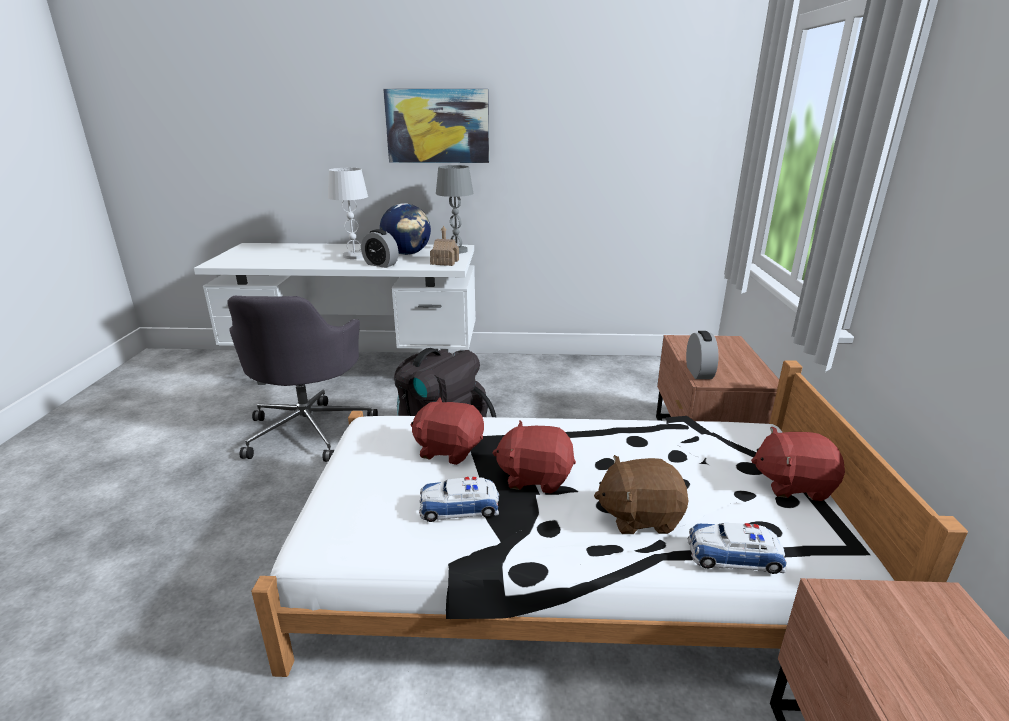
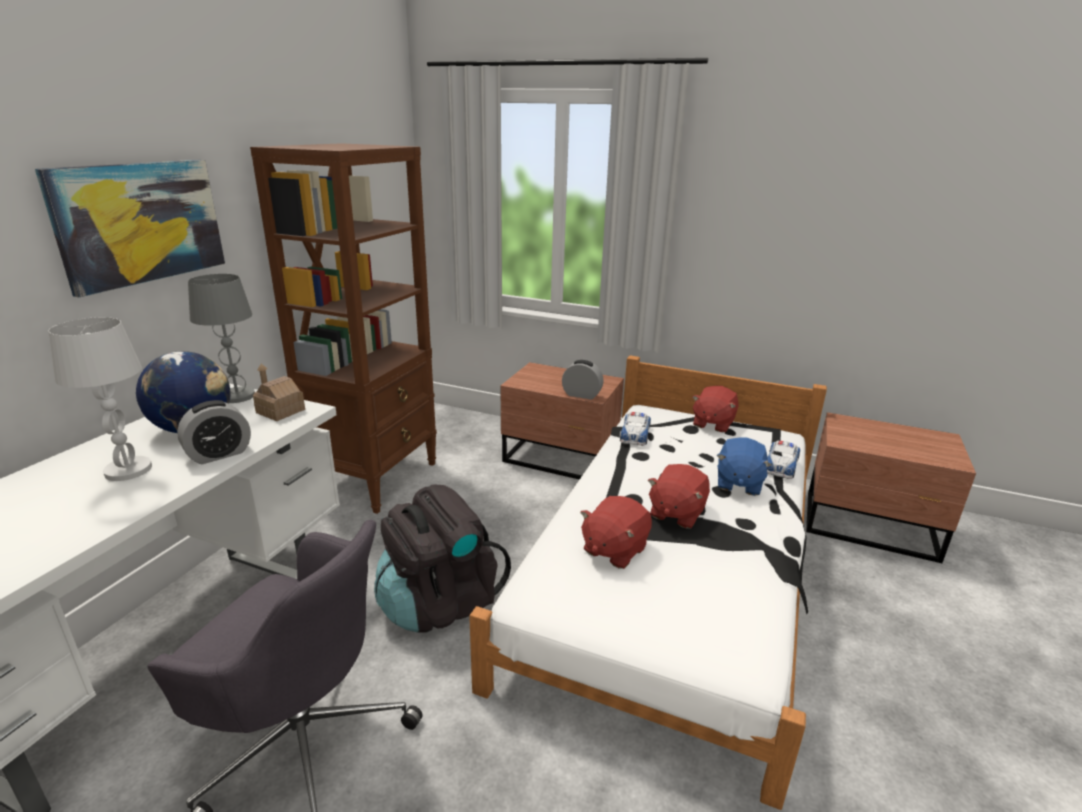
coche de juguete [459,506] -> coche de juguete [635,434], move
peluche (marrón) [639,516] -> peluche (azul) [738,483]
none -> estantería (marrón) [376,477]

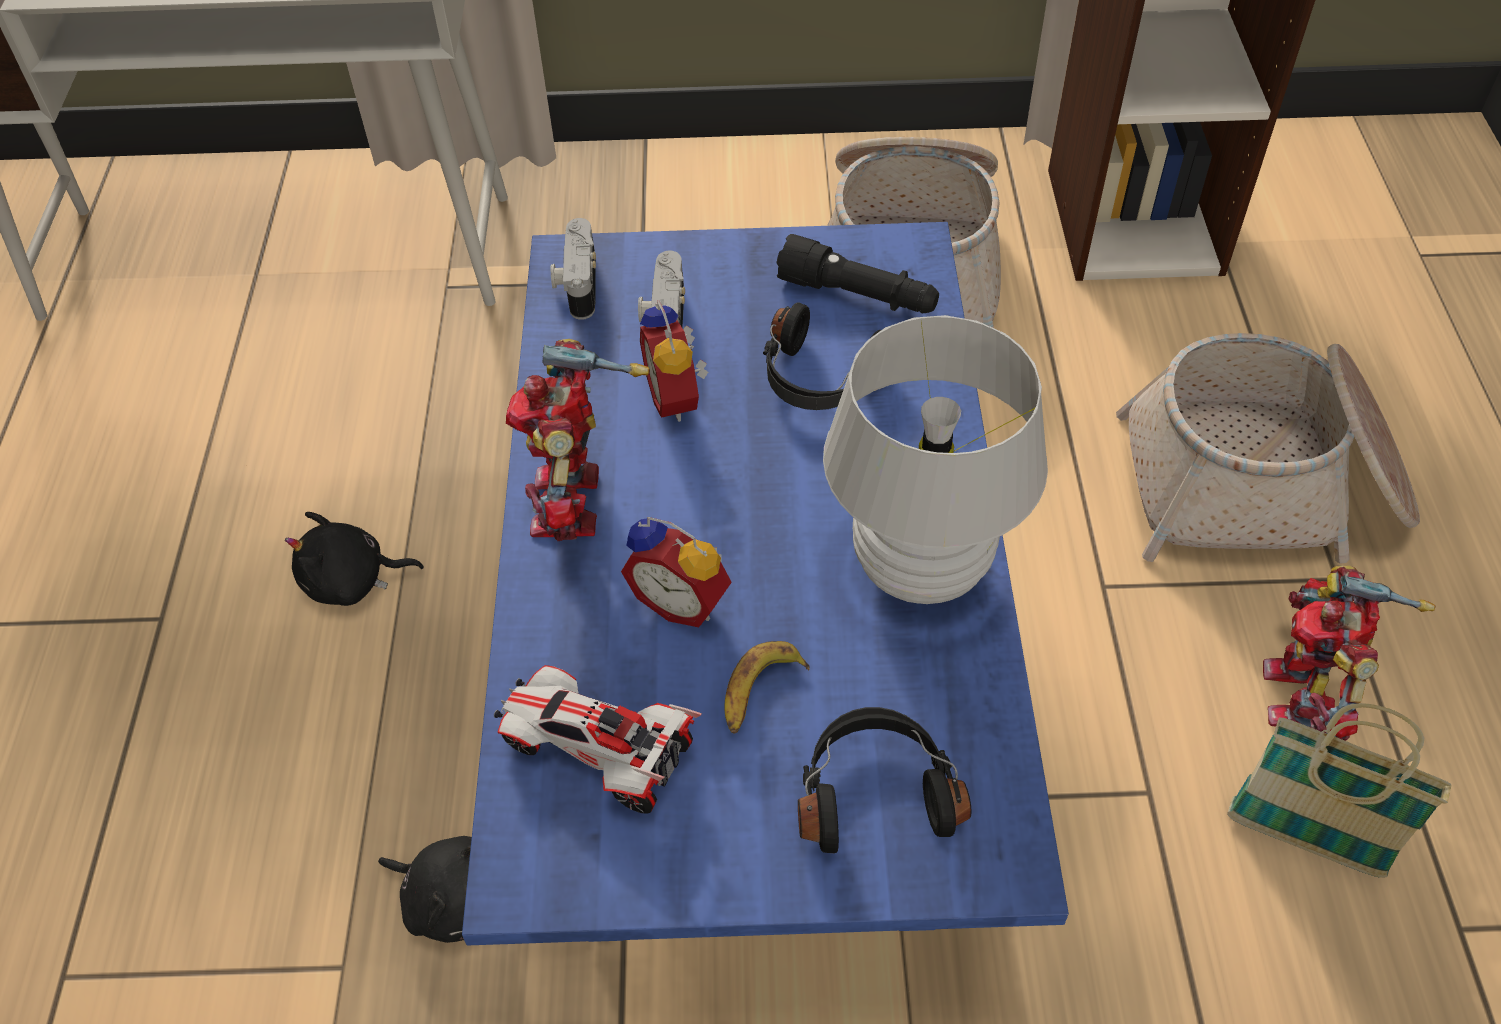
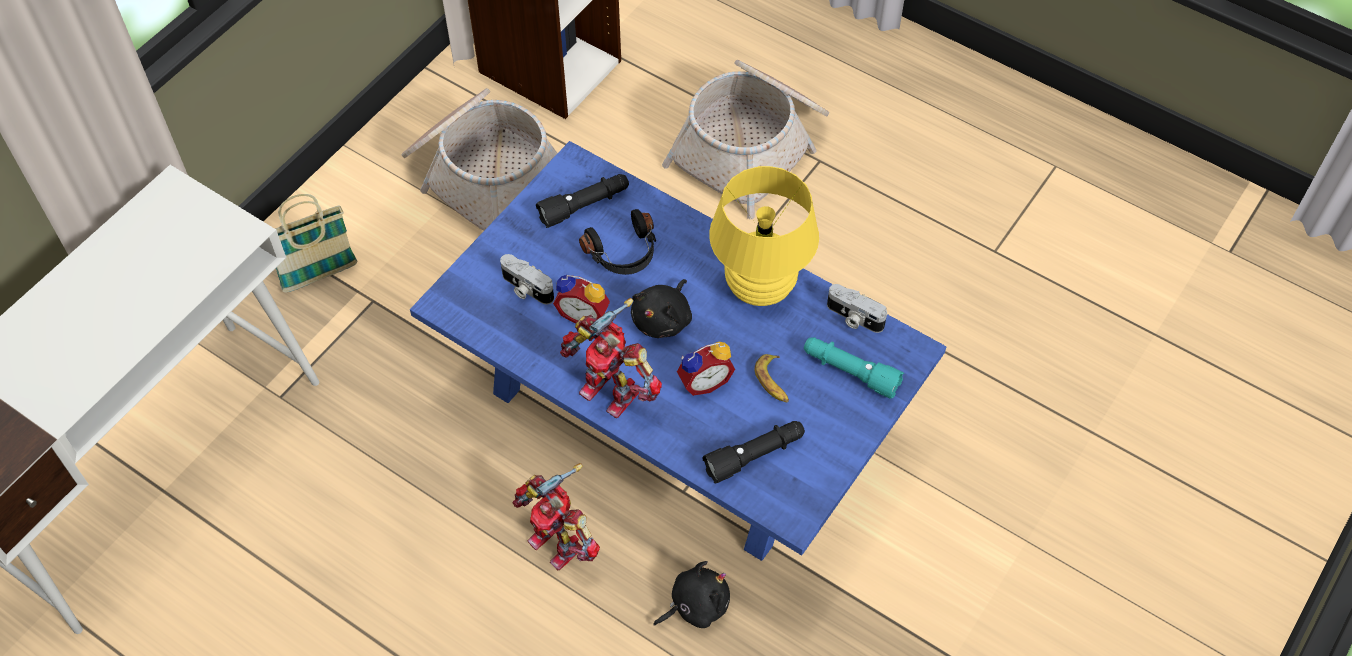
peluche (negro) [352,581] -> peluche (negro) [663,319], move
coche de juguete [598,751] -> linterna (negro) [755,455]
cámara [577,284] -> cámara [853,318], move
auriculares (negro) [875,791] -> linterna (turquesa) [850,372]
lámpara de mesa (blanco) [920,568] -> lámpara de mesa (amarillo) [759,287]
cesta [1305,841] -> cesta [320,276], move
robot de juguete [1302,696] -> robot de juguete [558,542], move

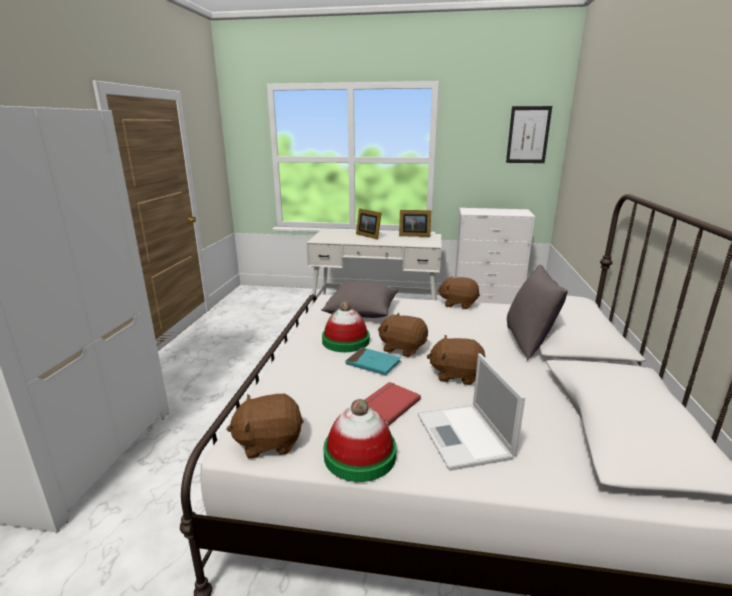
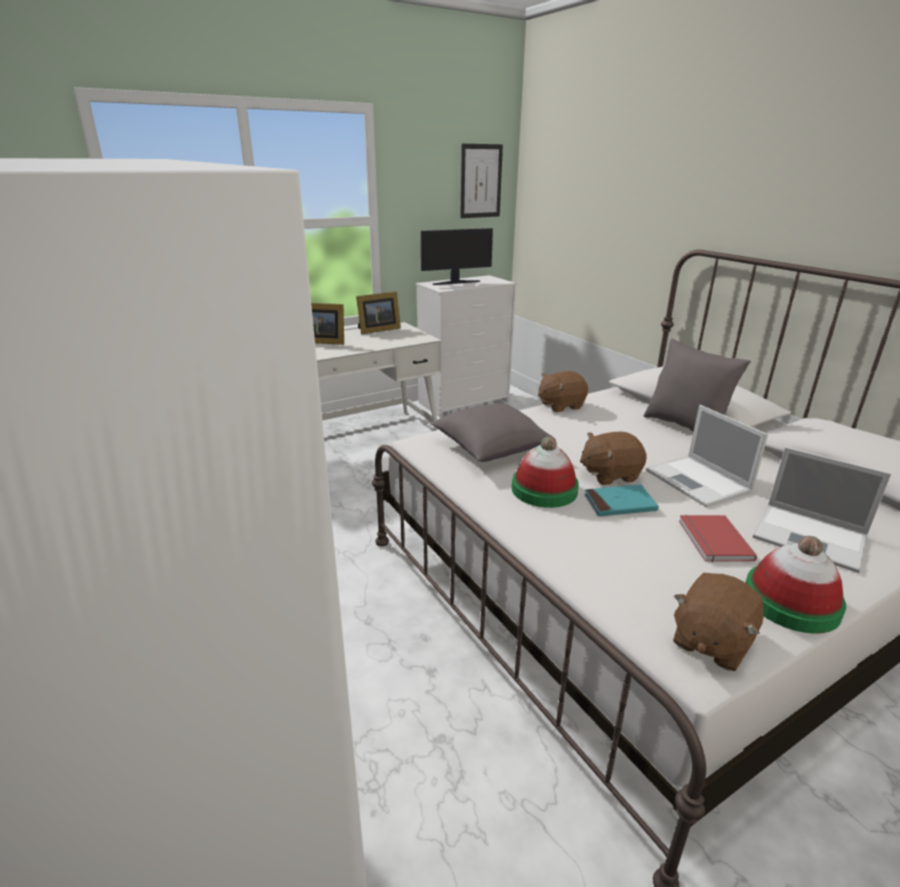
peluche (marrón) [456,374] -> portátil [699,482]
none -> monitor [455,282]

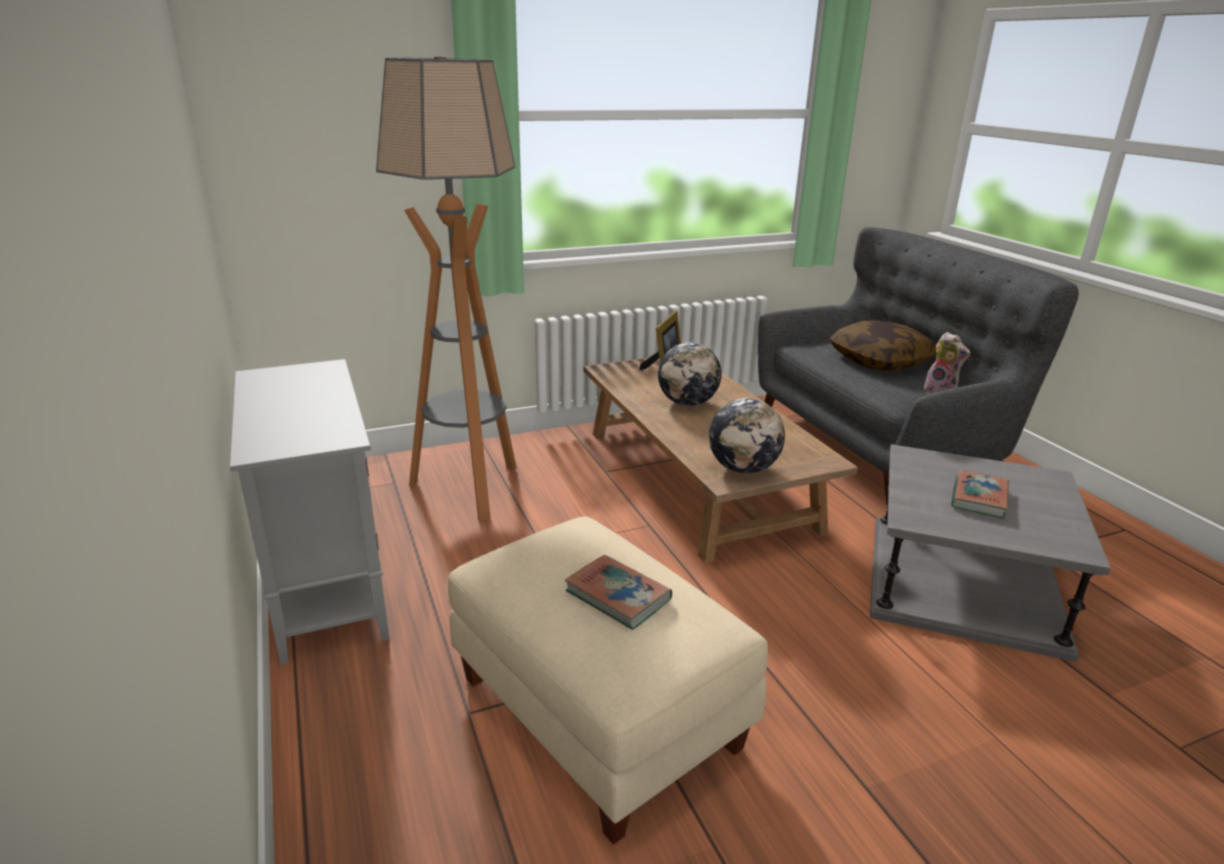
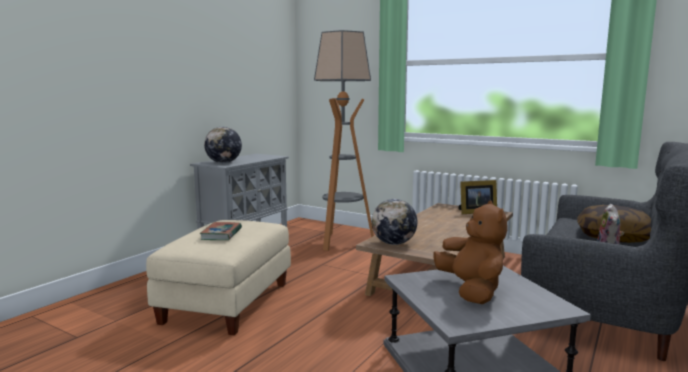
globo terráqueo [687,403] -> globo terráqueo [224,163], move
libro [978,498] -> peluche (marrón) [471,290]

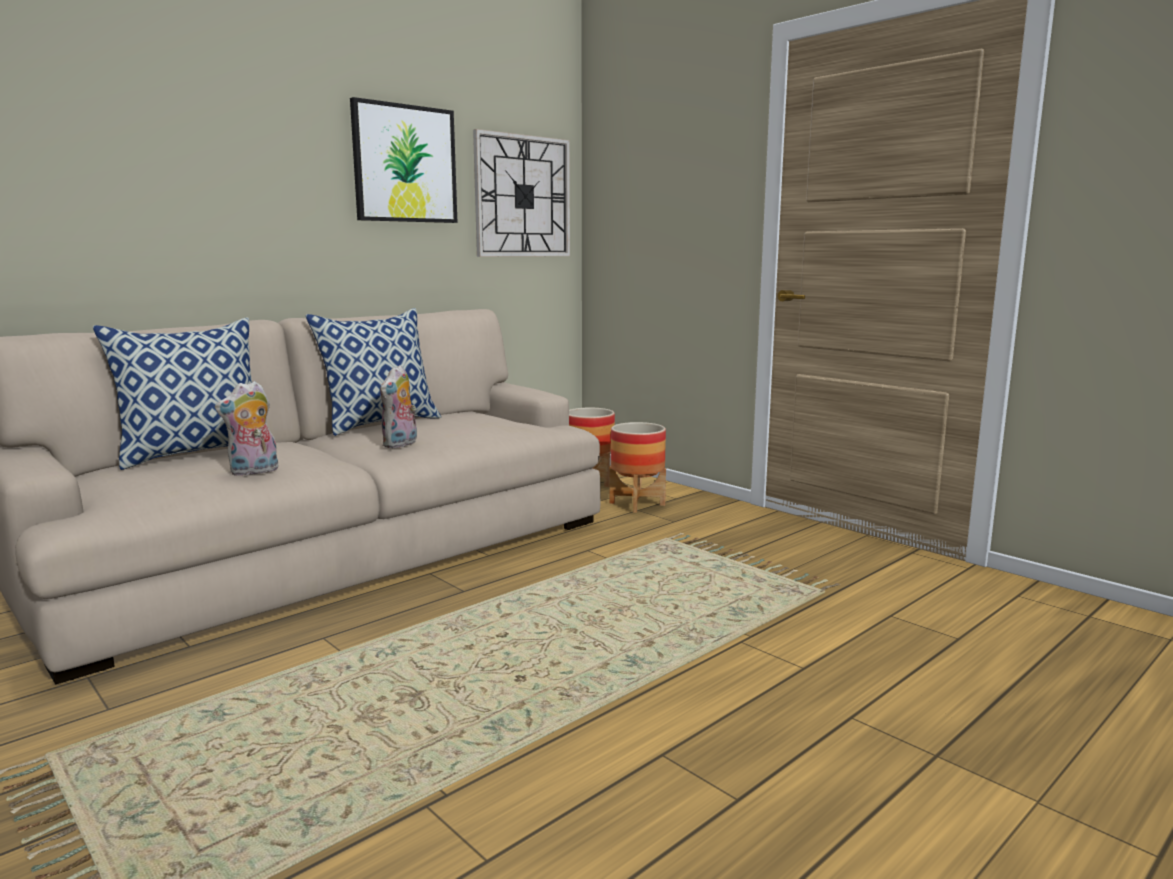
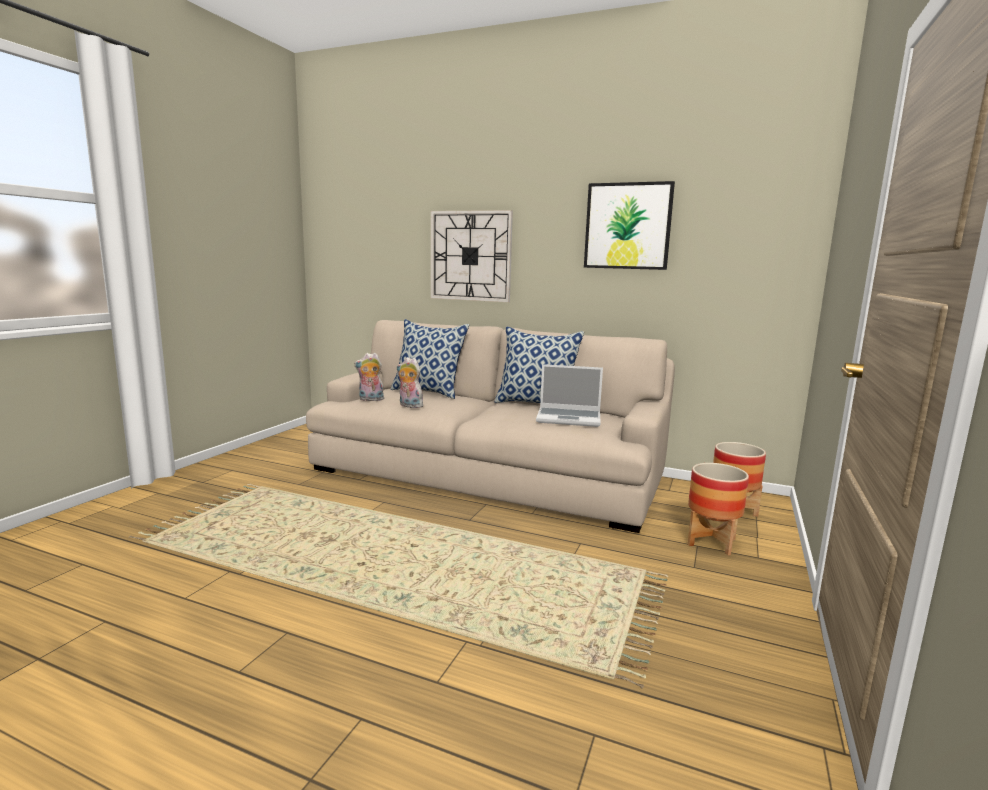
peluche [401,444] -> peluche [370,400], move
reloj de pared [522,196] -> reloj de pared [470,256], move
none -> portátil [569,418]

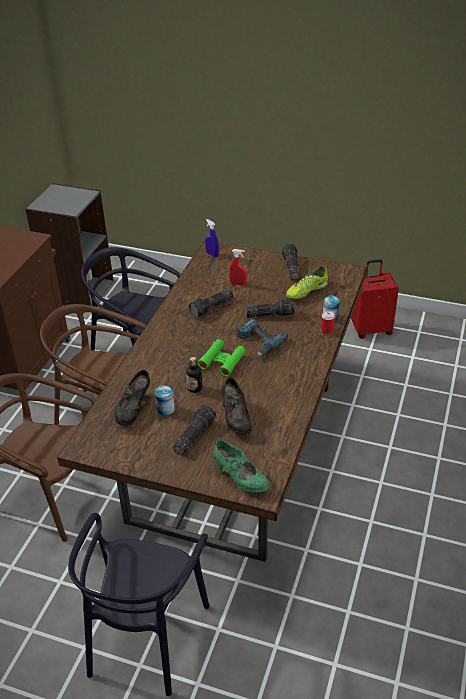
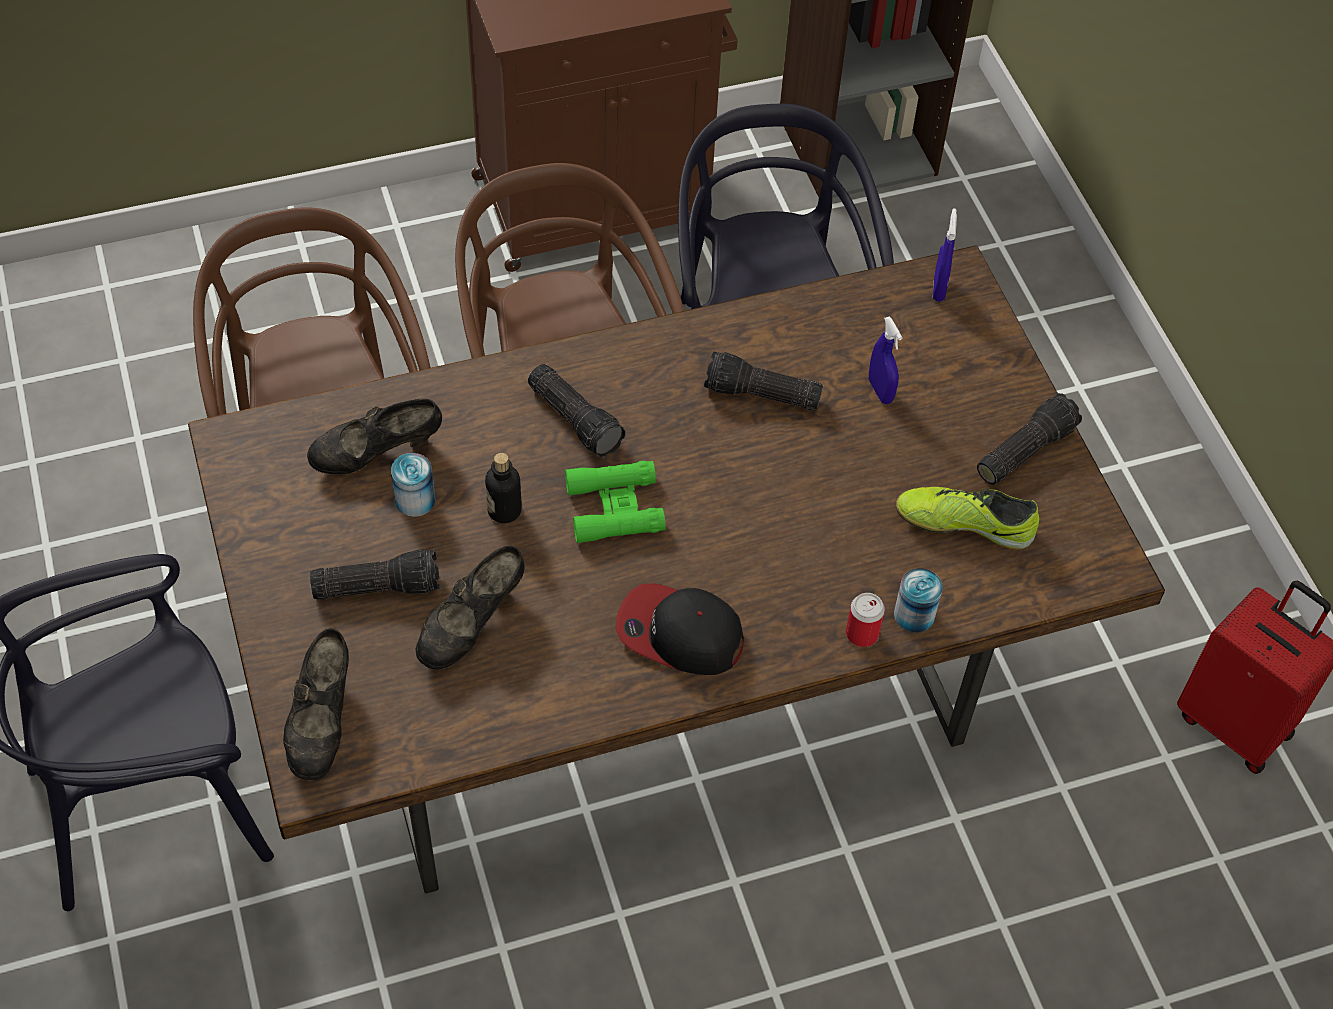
zapato (verde) [240,479] -> zapato (negro) [322,723]
pulverizador (rojo) [238,284] -> pulverizador (azul) [880,391]
taladro [258,342] -> none
linterna [270,314] -> linterna [577,419], move
none -> gorra [679,633]

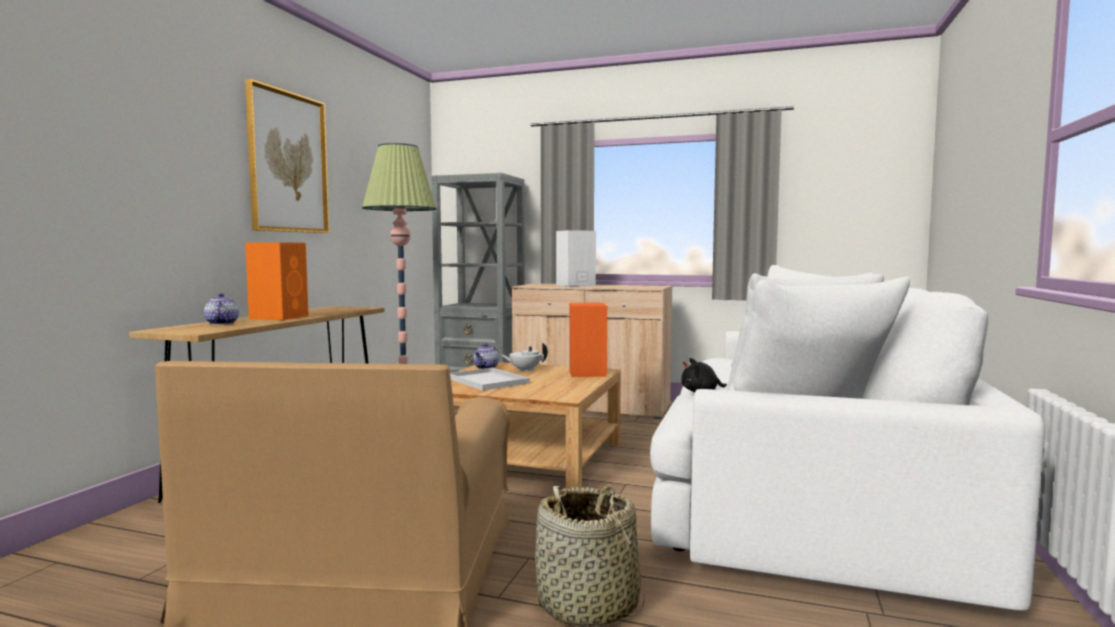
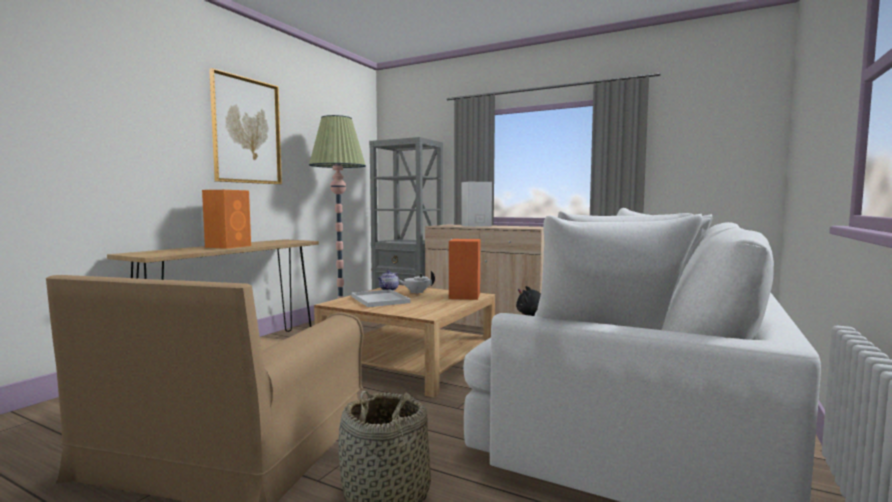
tetera [221,323] -> none

